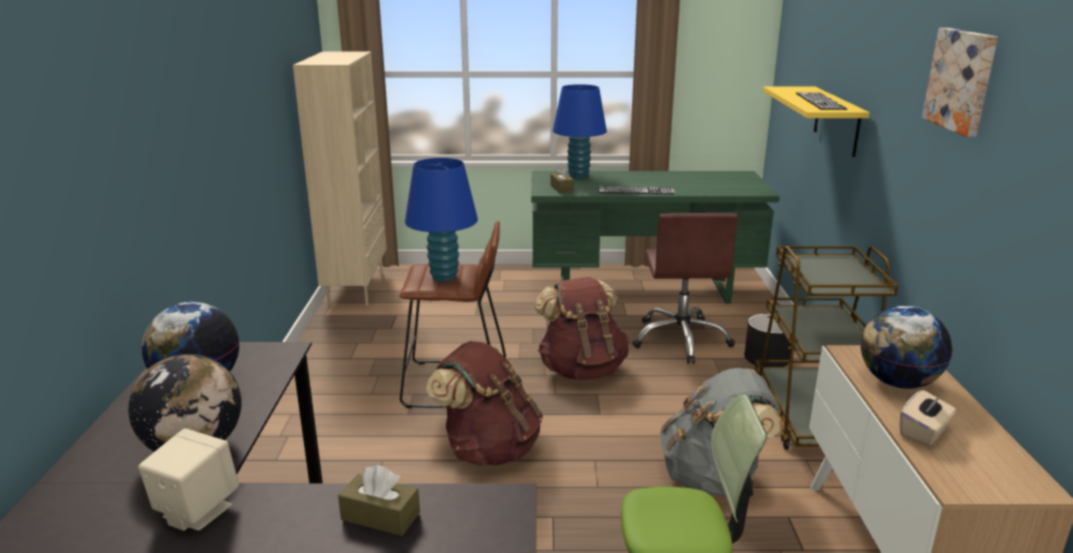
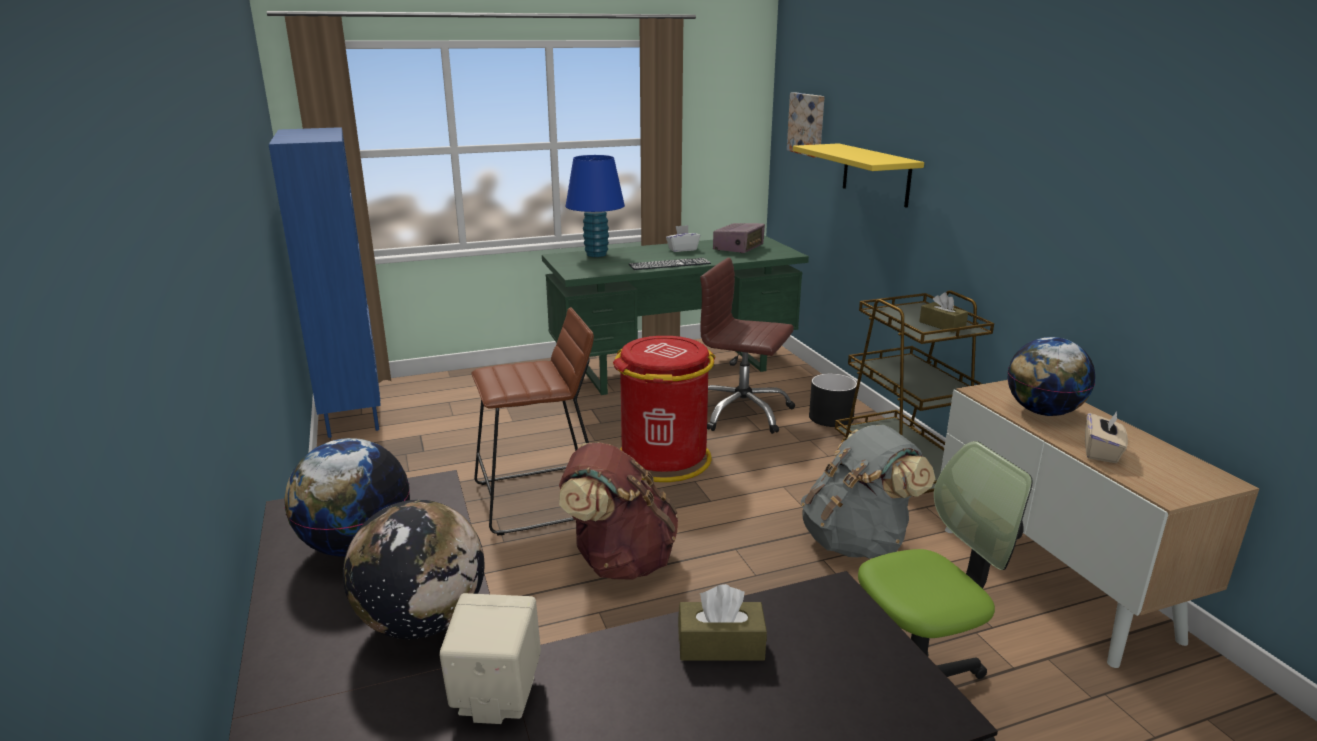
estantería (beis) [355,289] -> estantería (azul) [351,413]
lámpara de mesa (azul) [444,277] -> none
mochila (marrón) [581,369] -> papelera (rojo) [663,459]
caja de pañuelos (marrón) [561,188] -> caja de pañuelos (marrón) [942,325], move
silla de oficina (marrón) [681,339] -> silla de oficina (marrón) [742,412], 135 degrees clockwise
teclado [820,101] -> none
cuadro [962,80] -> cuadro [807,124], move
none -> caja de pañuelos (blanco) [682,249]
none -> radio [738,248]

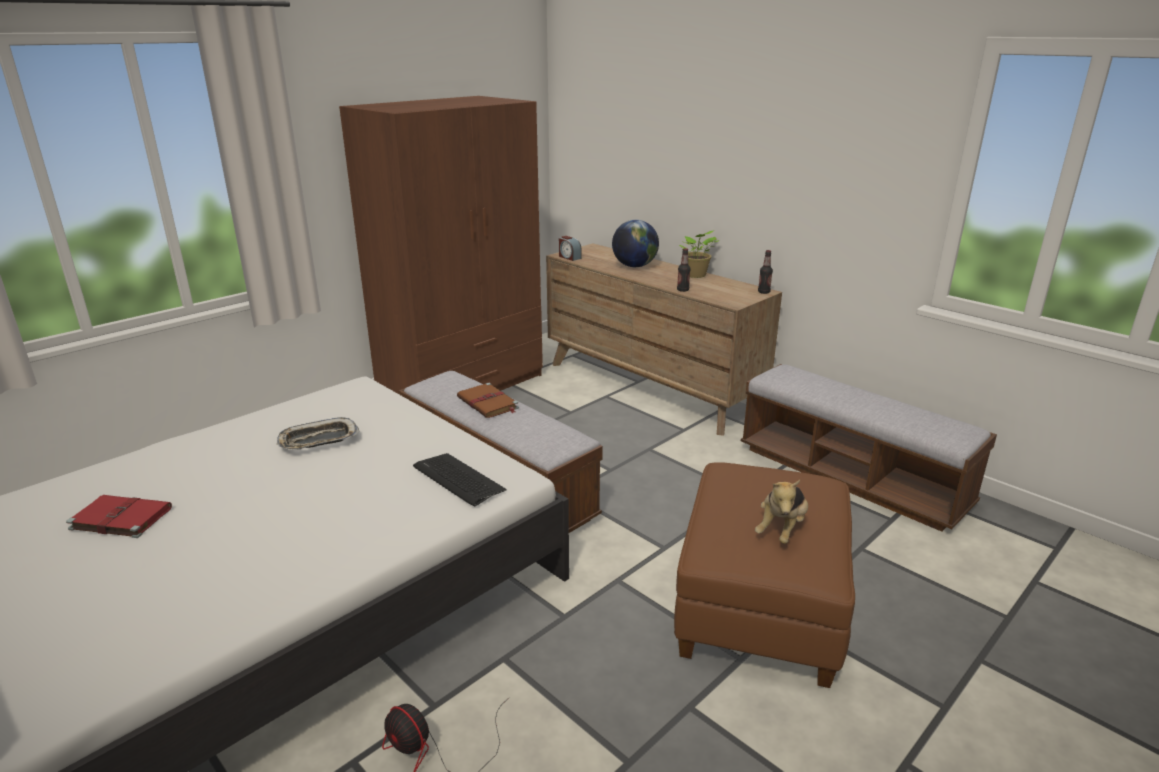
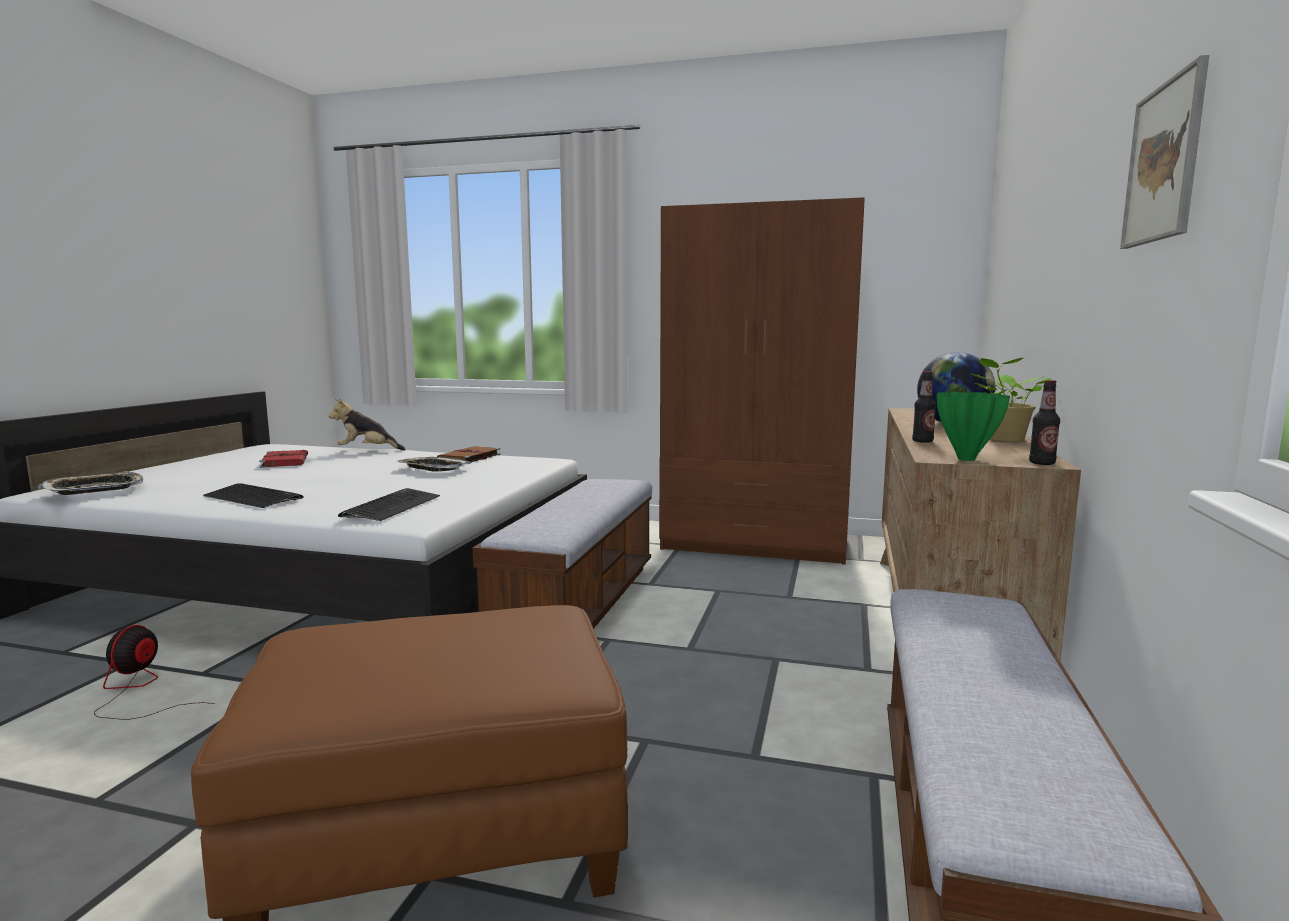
libro (marrón) [488,403] -> libro (marrón) [469,458], move
despertador [569,257] -> none
peluche [781,529] -> peluche [367,450], move
none -> bandeja [94,489]
none -> teclado [253,497]
none -> florero (verde) [967,459]
none -> cuadro [1163,162]

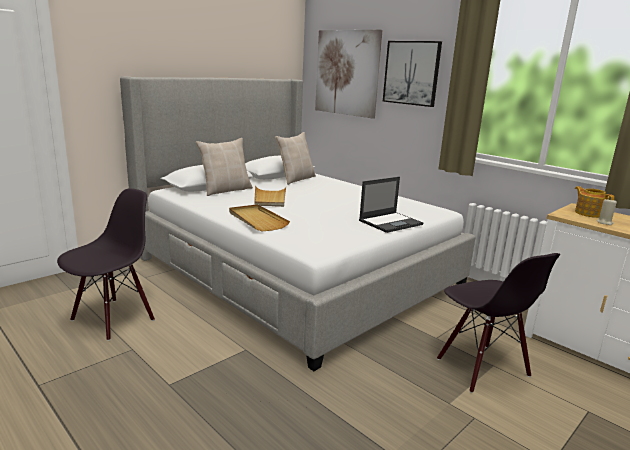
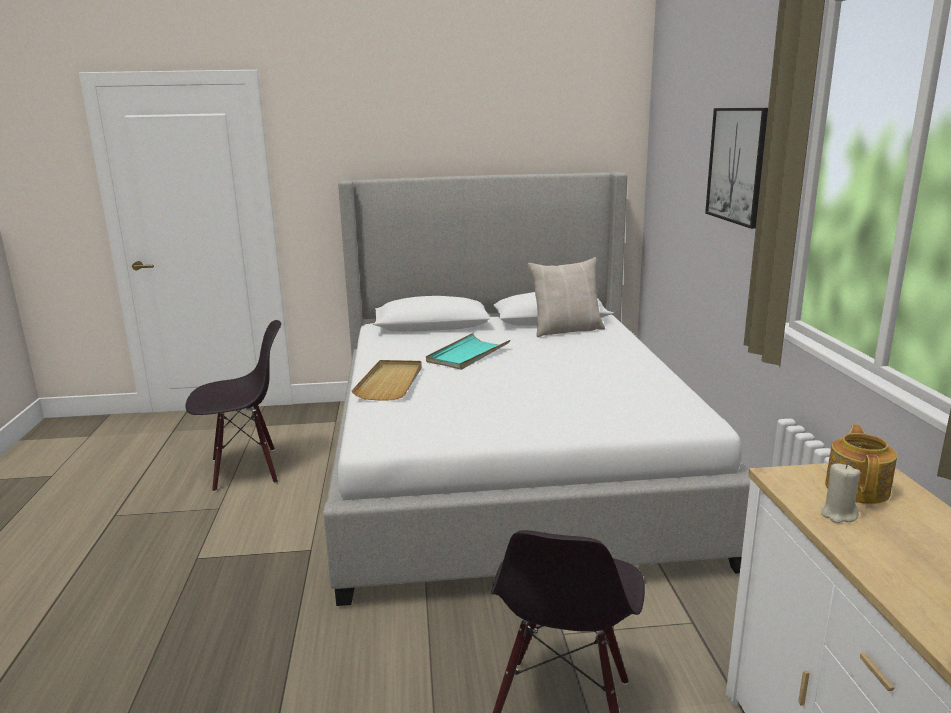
cojín (beis) [226,190] -> none
bandeja (beis) [270,198] -> bandeja (turquesa) [467,355]
cuadro [347,73] -> none
portátil [391,222] -> none

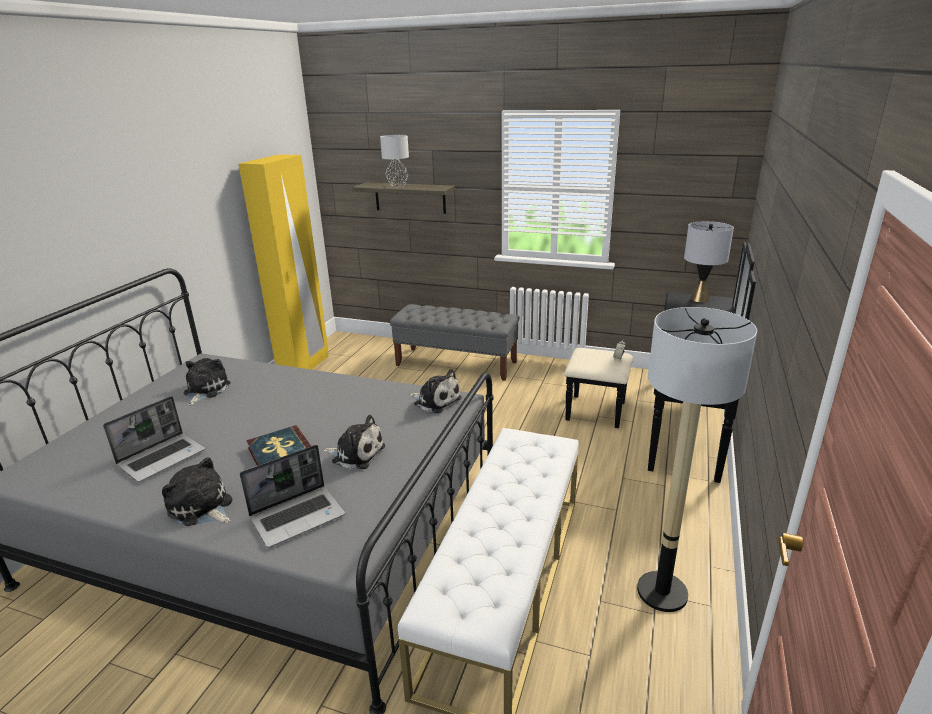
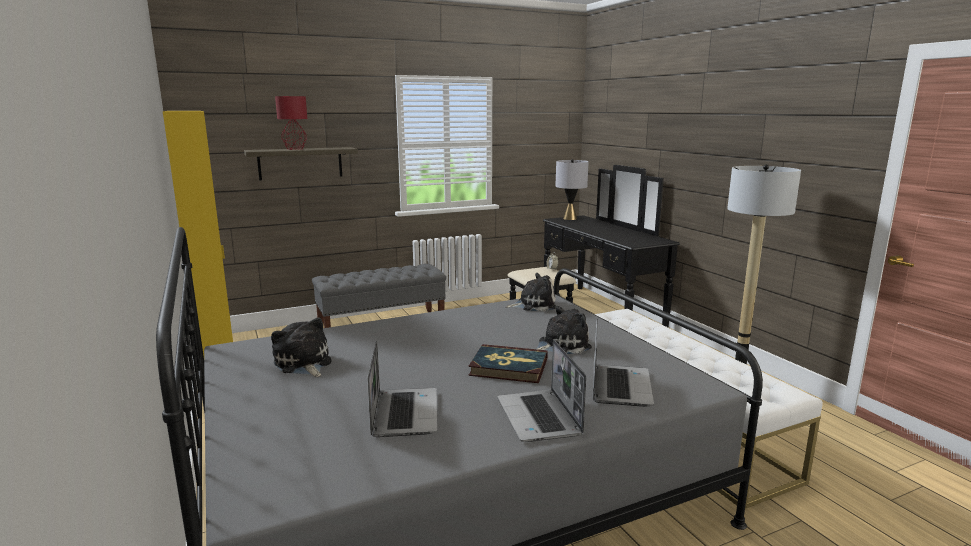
peluche [202,508] -> portátil [540,417]
lámpara de mesa (gris) [397,185] -> lámpara de mesa (rojo) [295,149]

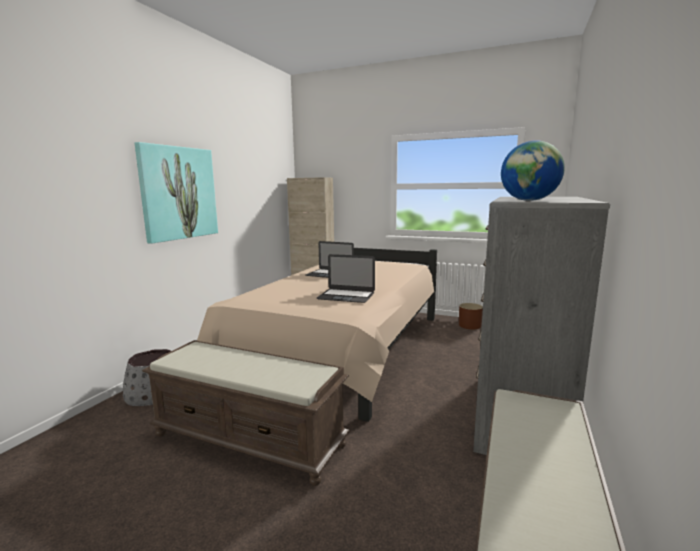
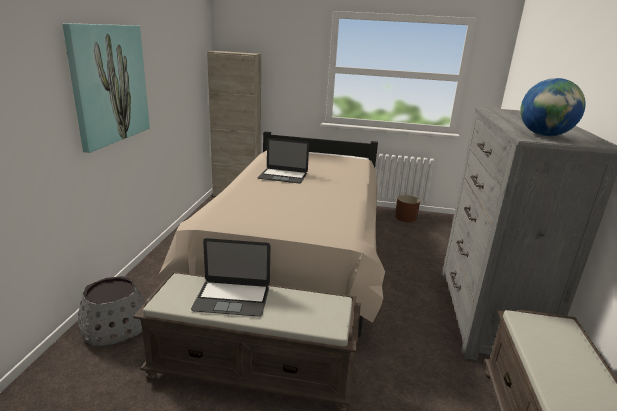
portátil [346,296] -> portátil [232,298], move

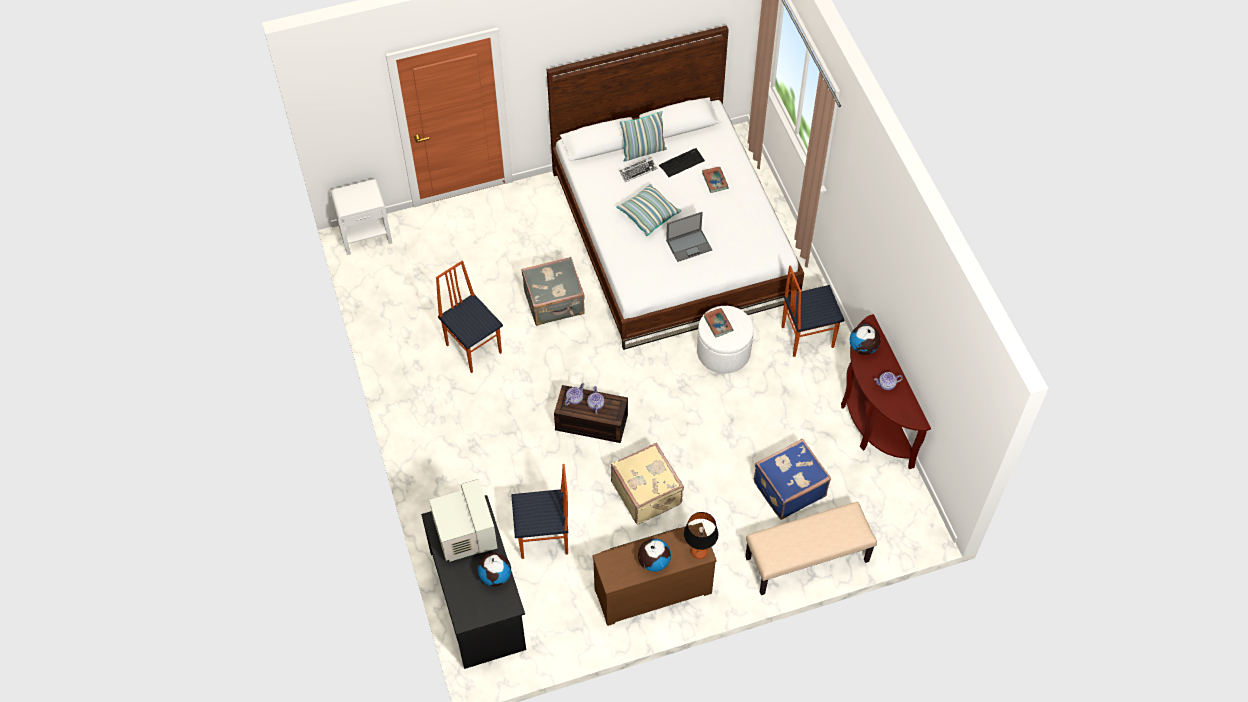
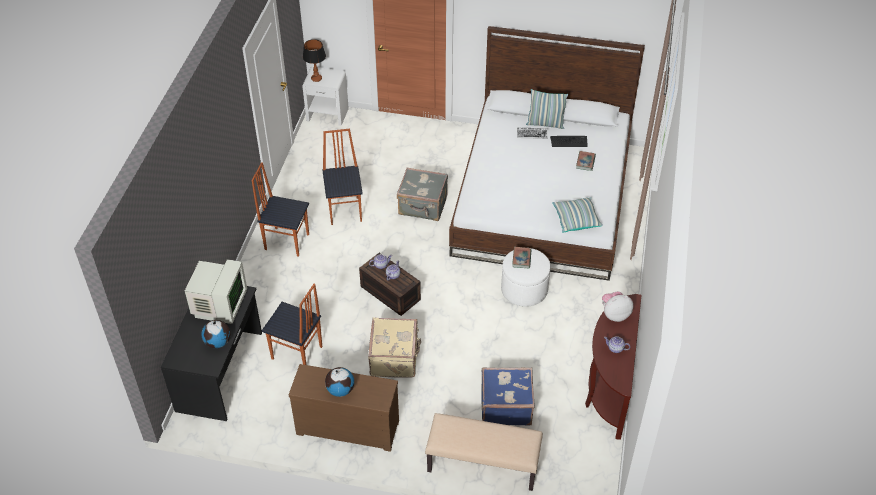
cojín [648,215] -> cojín [576,219], move
portátil [689,245] -> none
lámpara de mesa [699,552] -> lámpara de mesa [316,79], move
silla [806,336] -> silla [286,241], move
globo terráqueo [863,348] -> peluche [614,314]

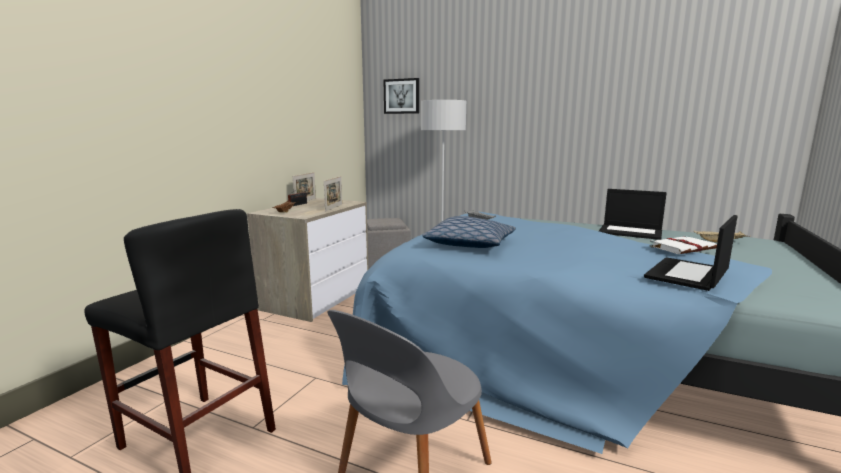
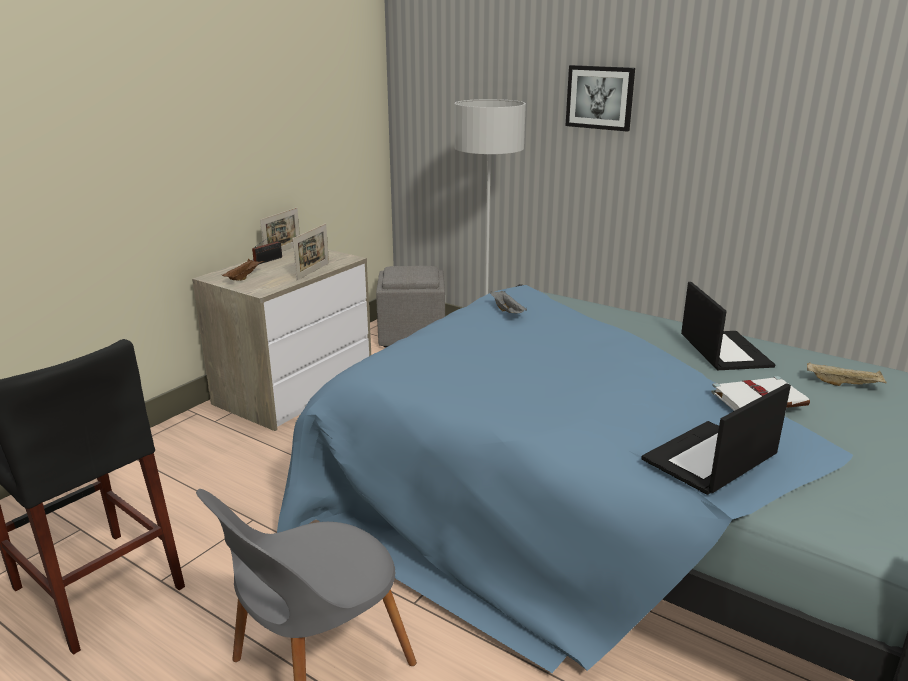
cuadro [401,96] -> cuadro [600,97], move
cojín [470,244] -> none
portátil [631,232] -> portátil [723,350], 135 degrees counterclockwise

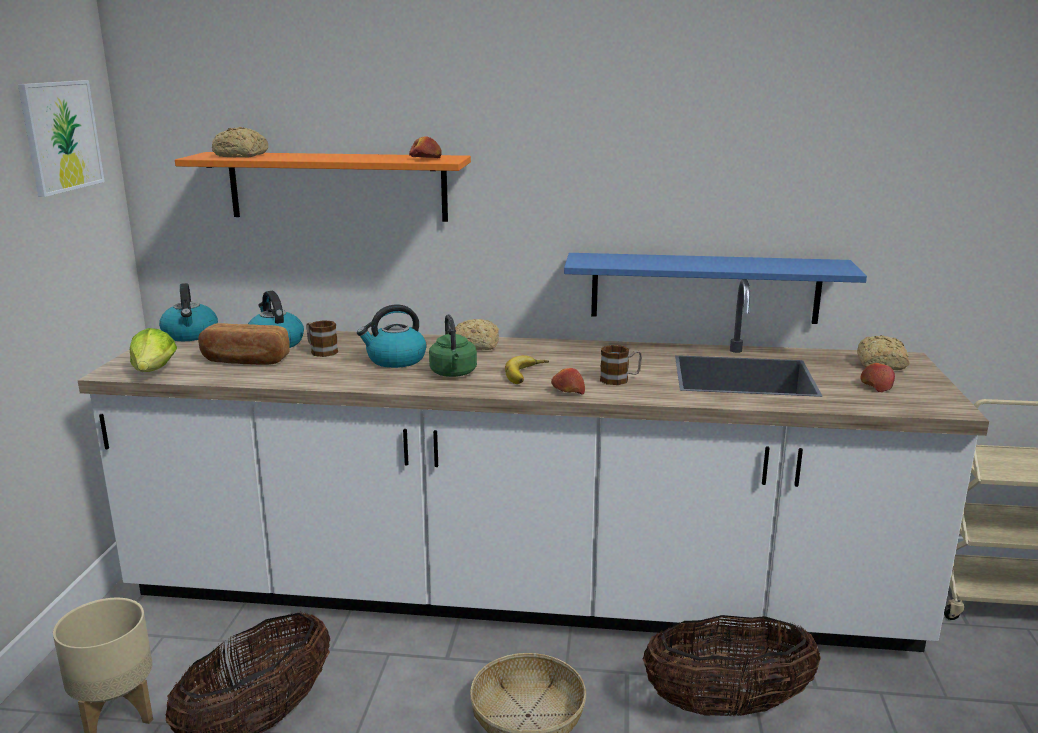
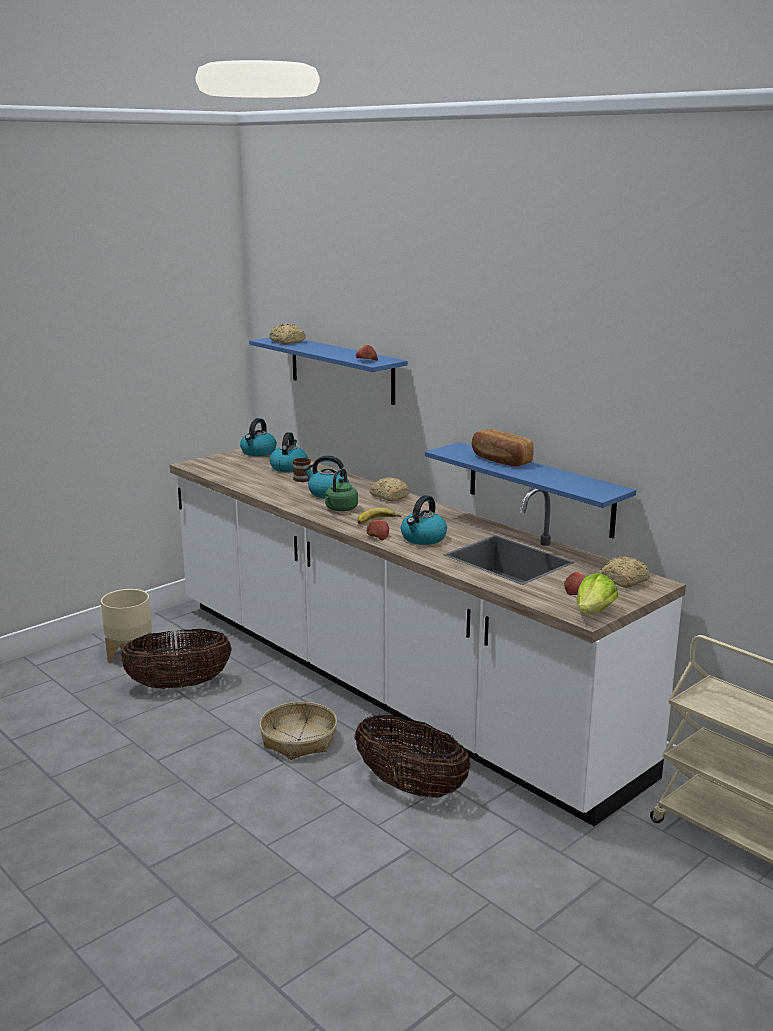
cuadro [61,136] -> none
lechuga [154,371] -> lechuga [594,612], move
estante (naranja) [337,186] -> estante (azul) [341,369]
pan [245,361] -> pan [500,460], move
taza grande [620,379] -> hervidor [423,538]

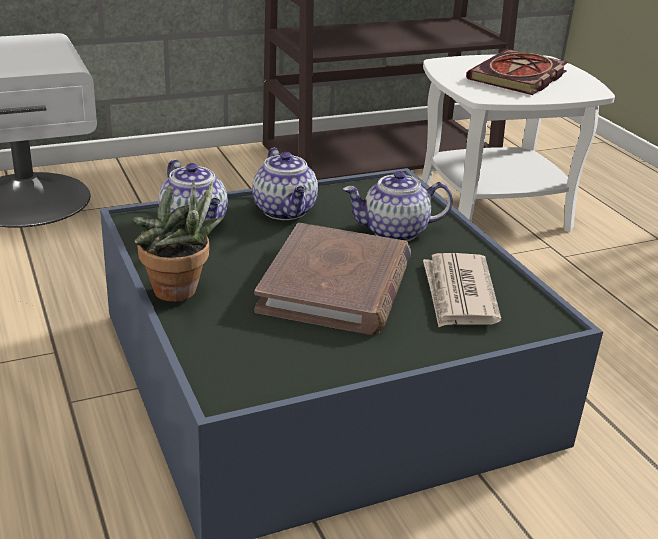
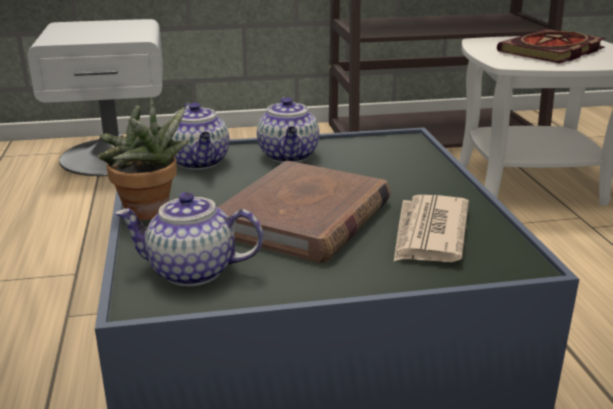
tetera [394,232] -> tetera [191,271], move

